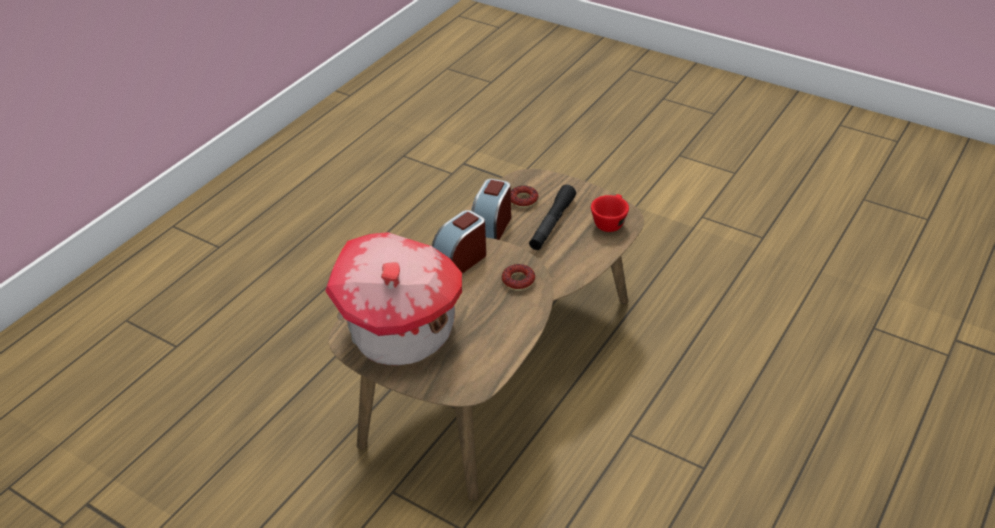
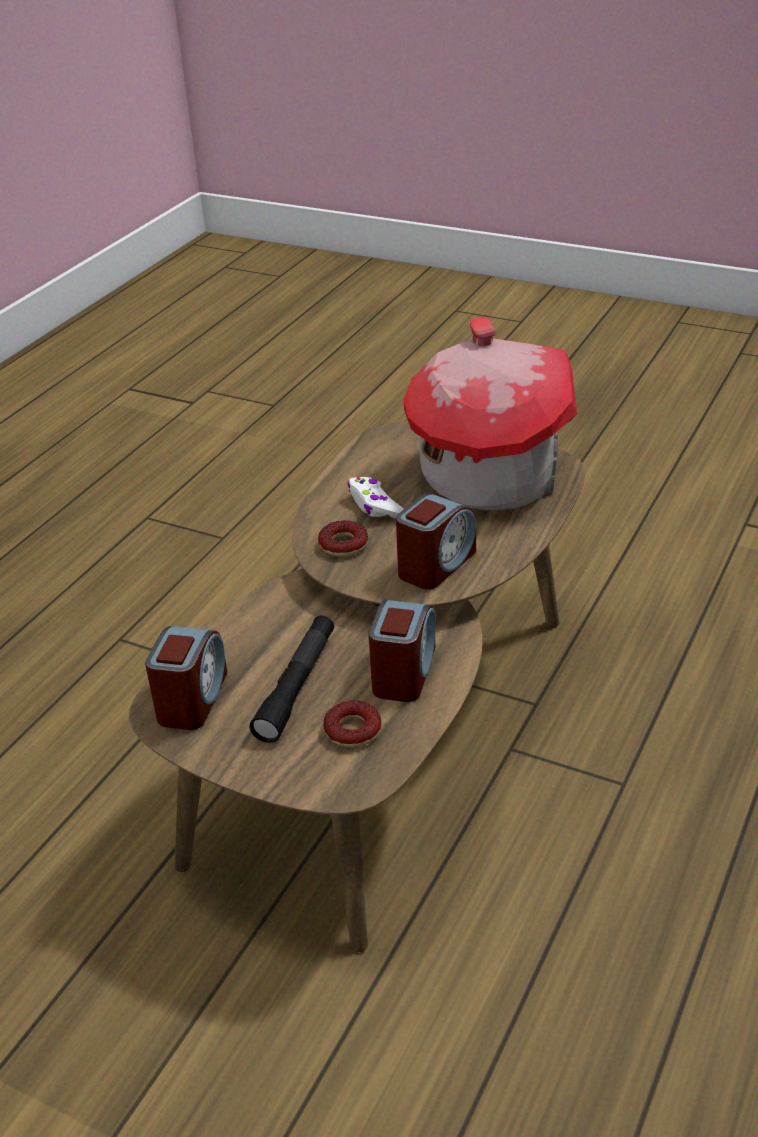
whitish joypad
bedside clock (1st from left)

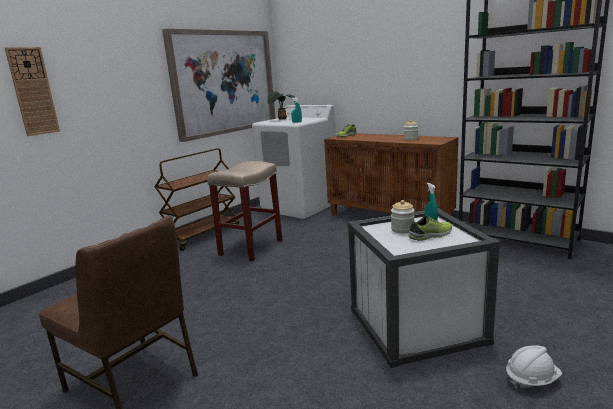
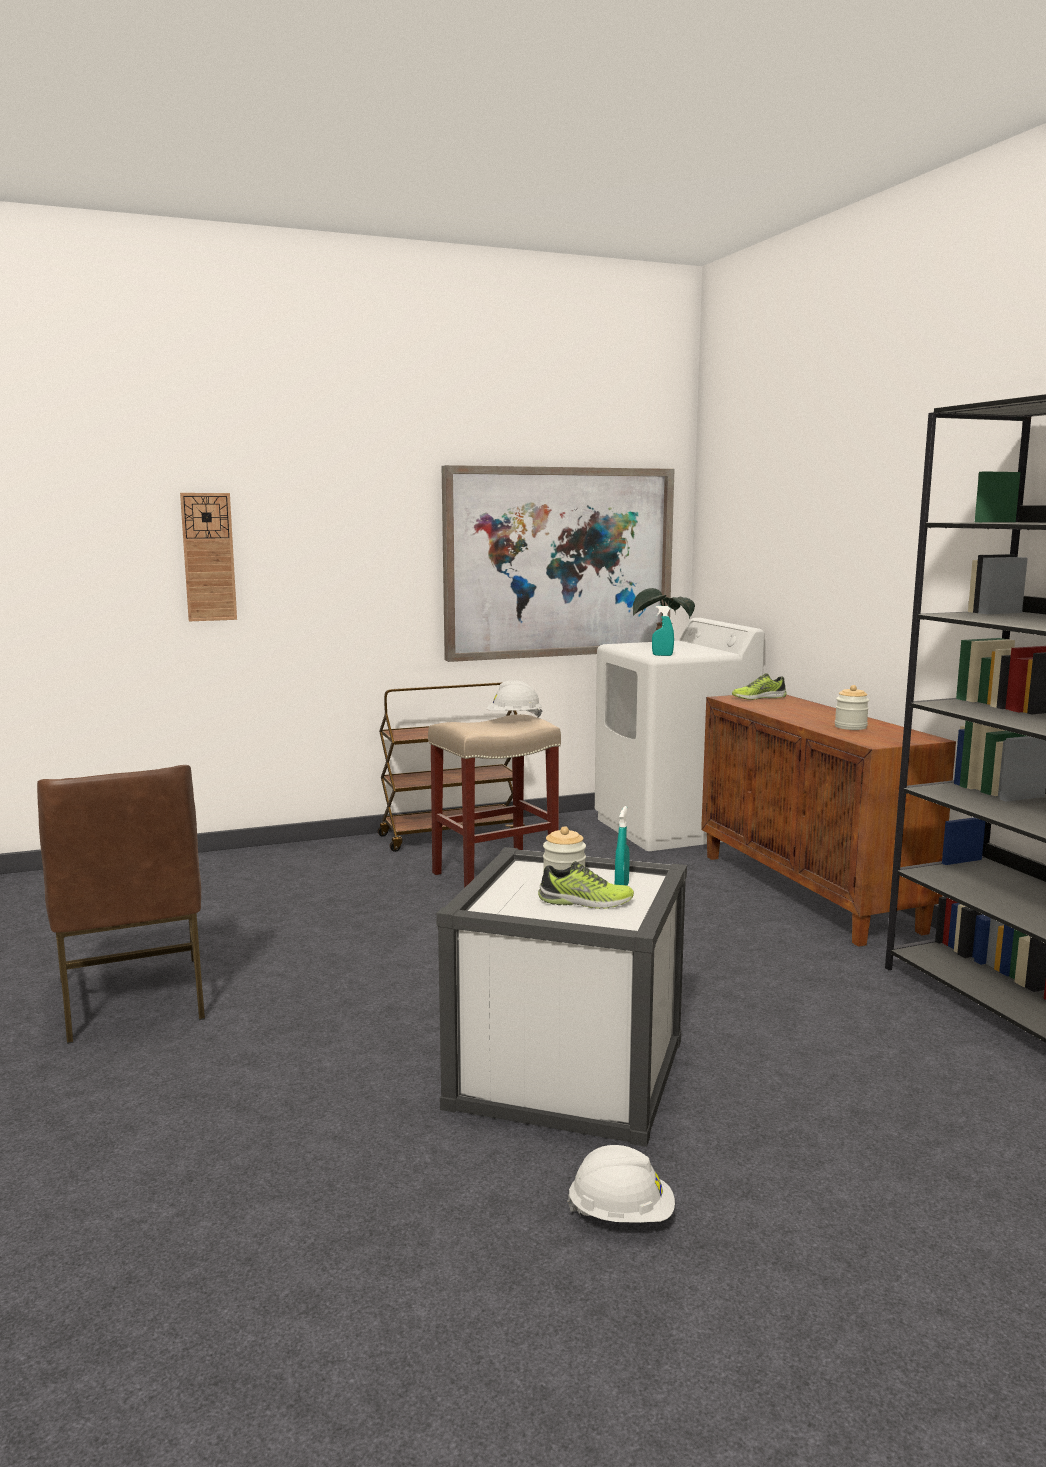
whitish safety helmet (1st from left)

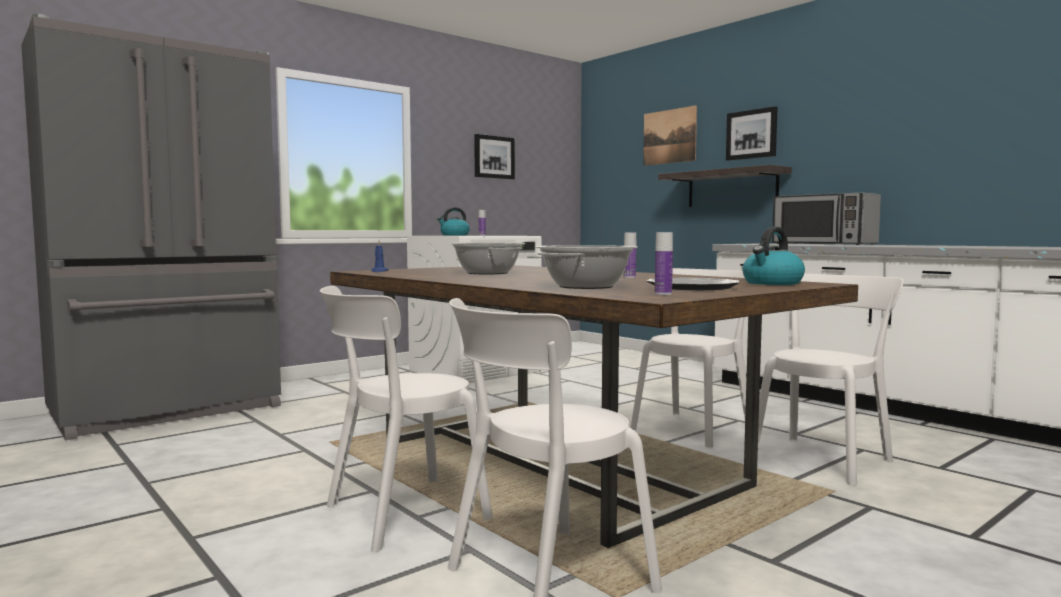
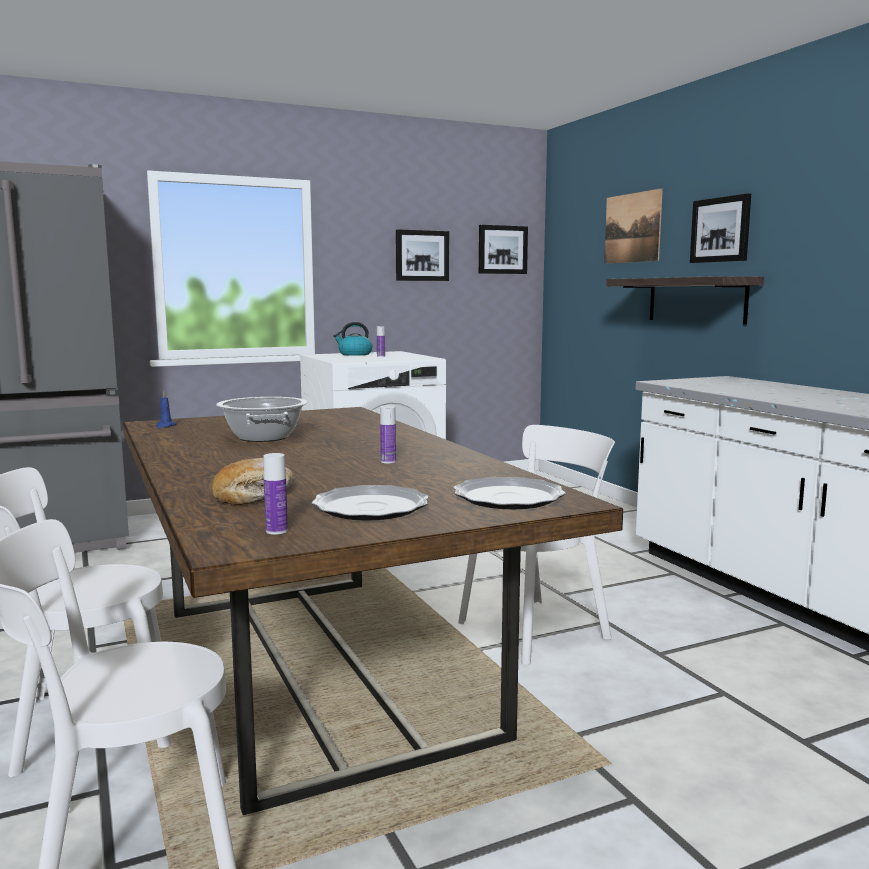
whitish chair (4th from left in the first image)
microwave
wall art (2nd from left)
bakery bread
plate (2nd from left)

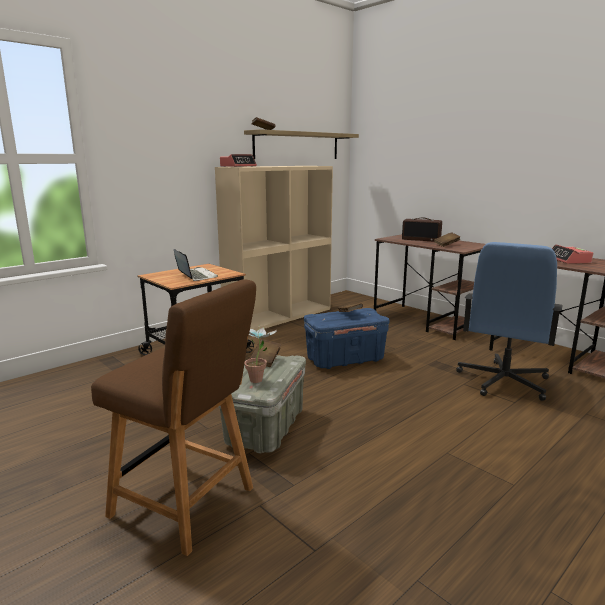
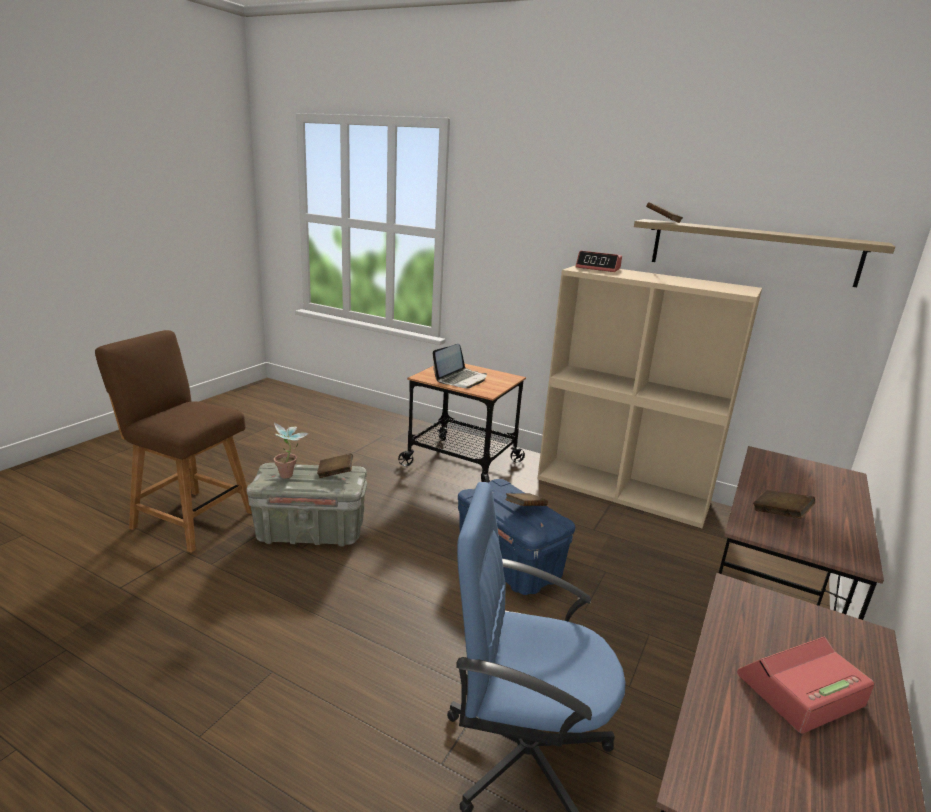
radio
brownish chair

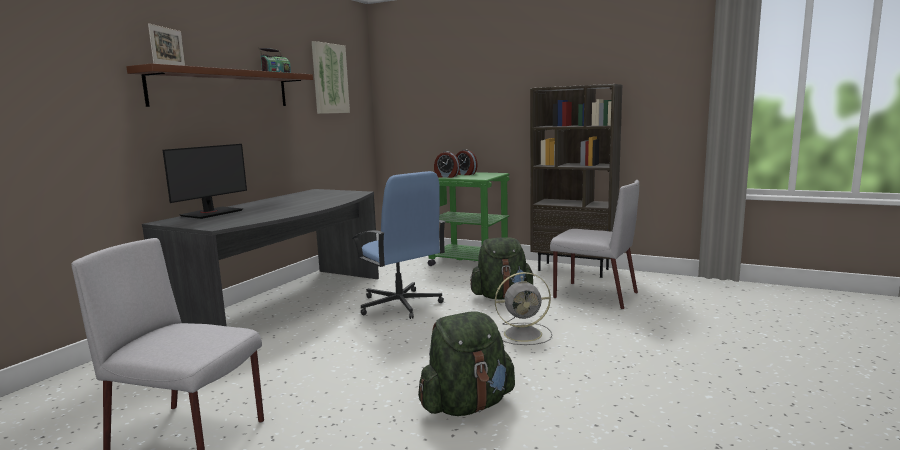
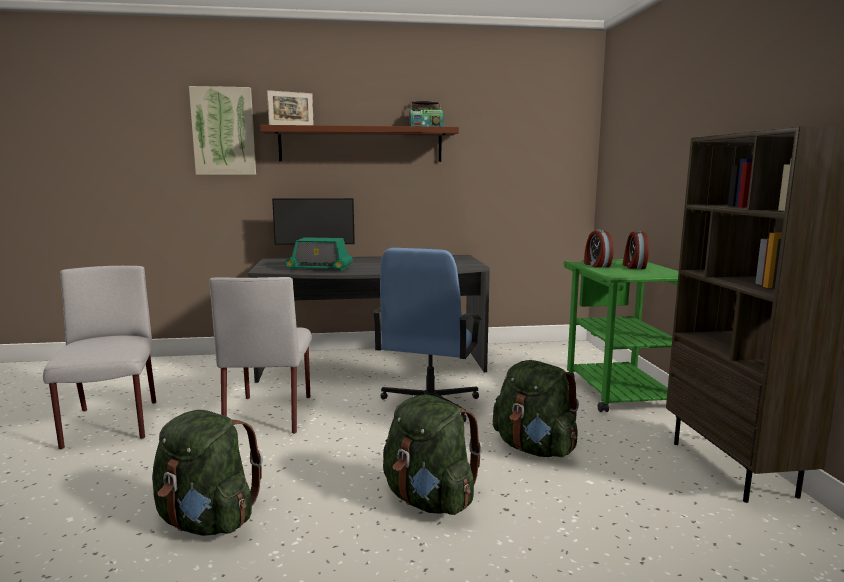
radio (1st from left)
wall art
gray chair (2nd from left)
green knapsack (2nd from left)

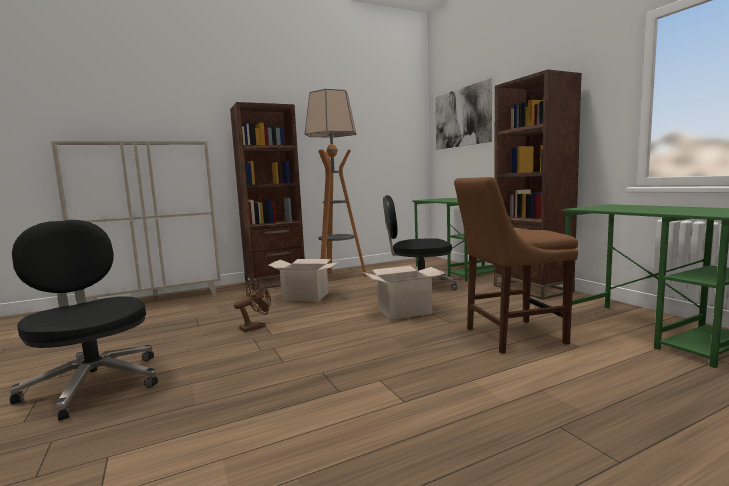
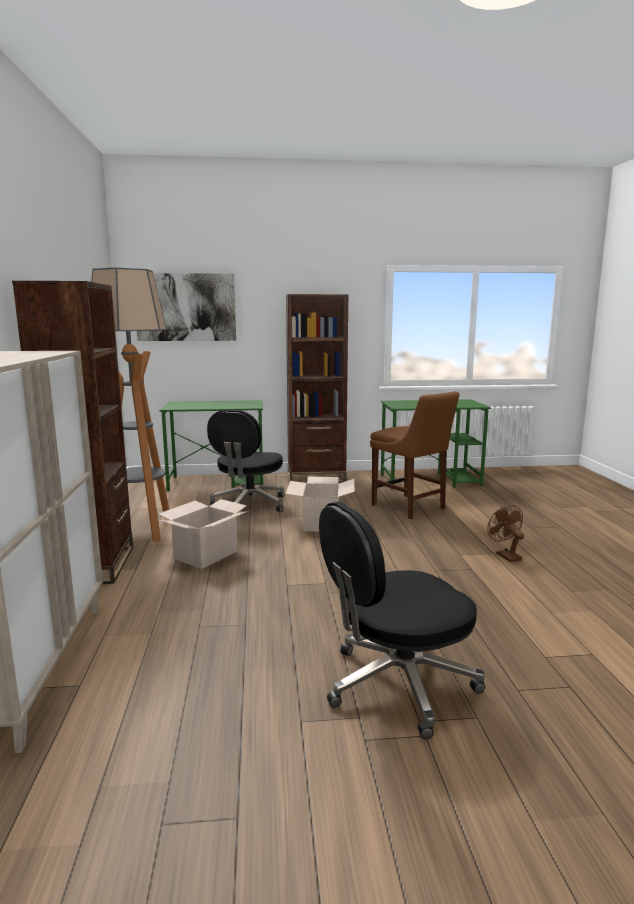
brownish fan
brownish chair

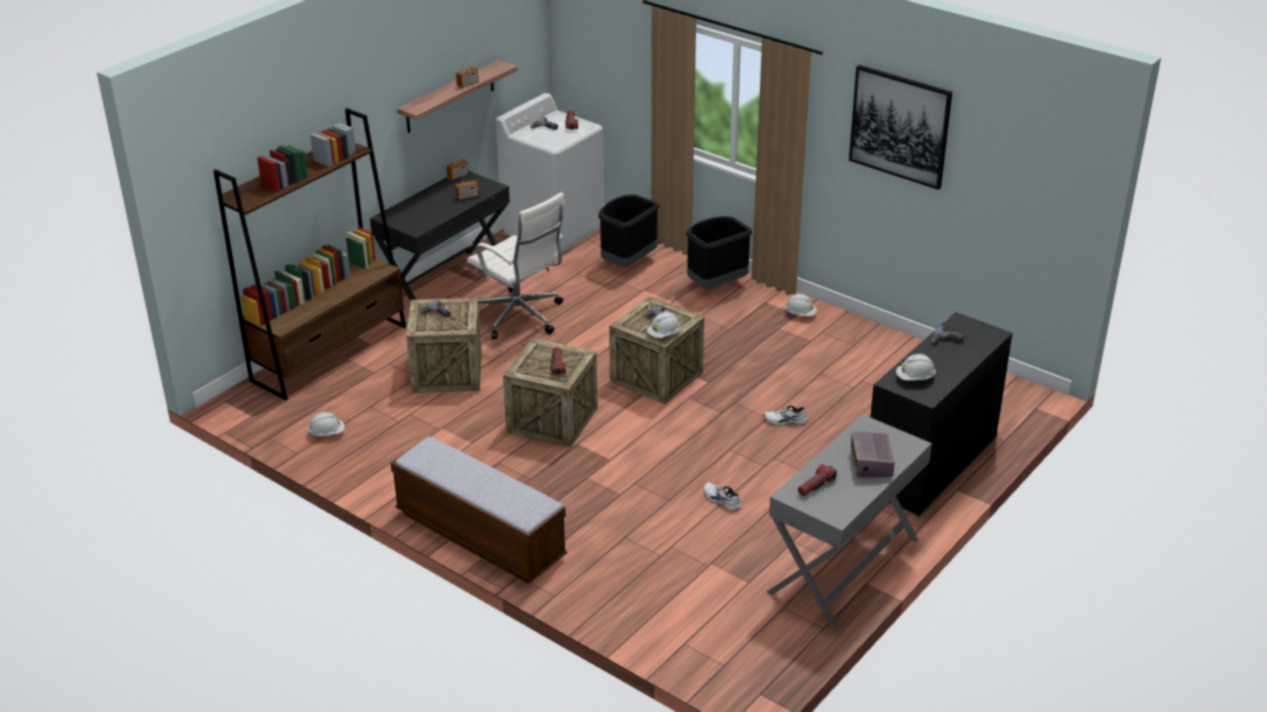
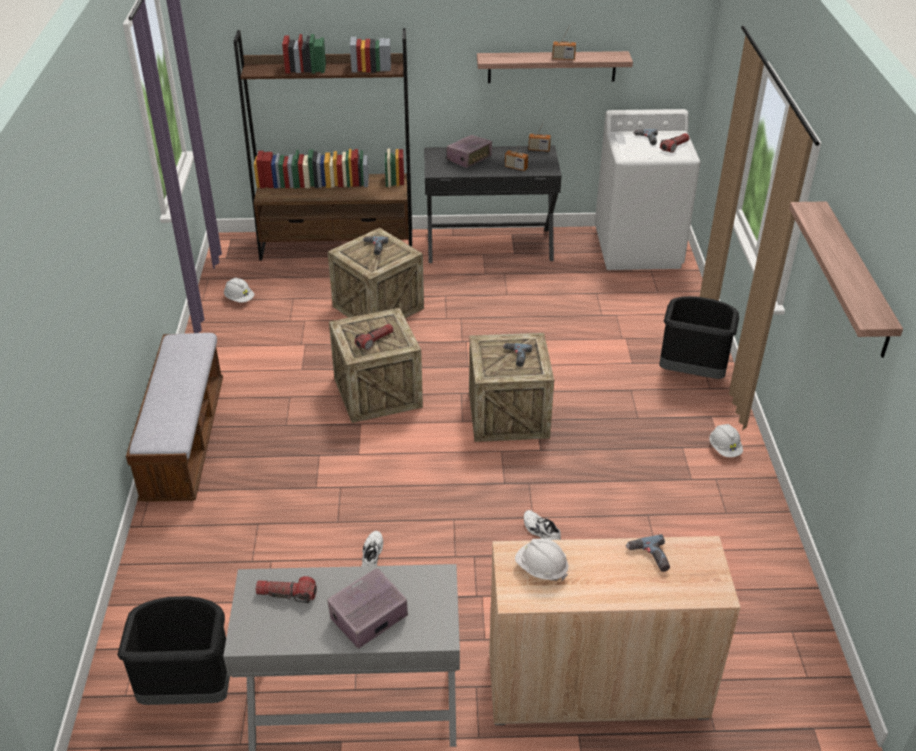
whitish computer chair
whitish safety helmet (2nd from left in the first image)
radio (2nd from left)
blackish waste bin (1st from left)
bracket shelf (2nd from left)
sand-coloured storage cabinet

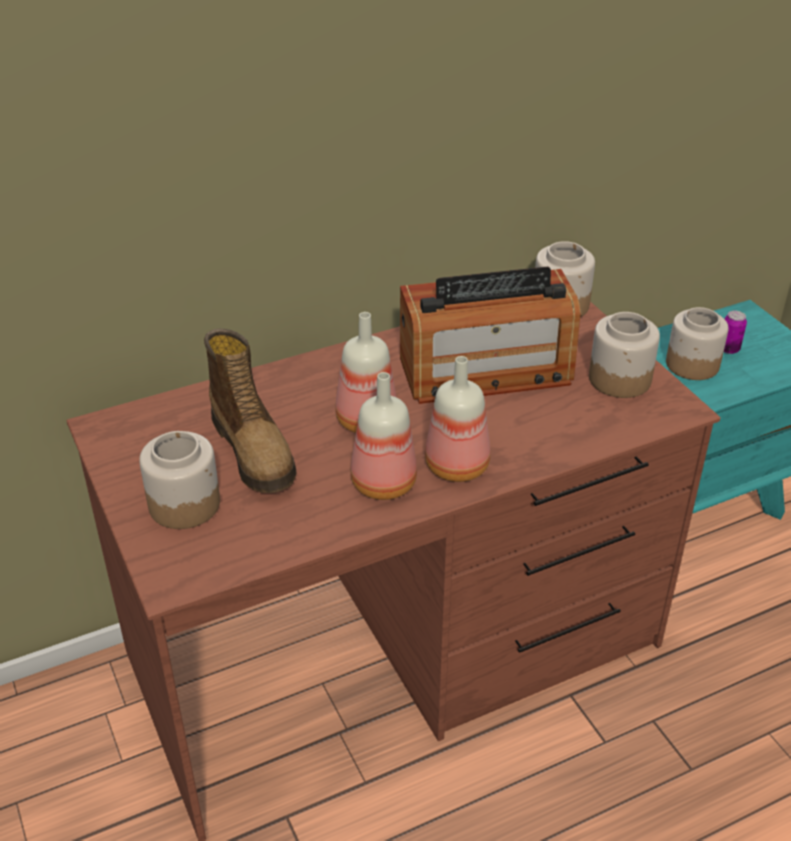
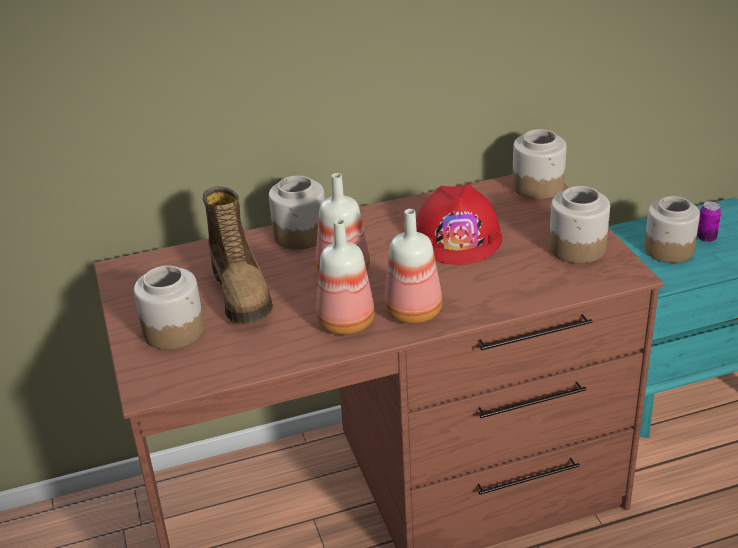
preserve jar (2nd from left)
red-coloured safety helmet

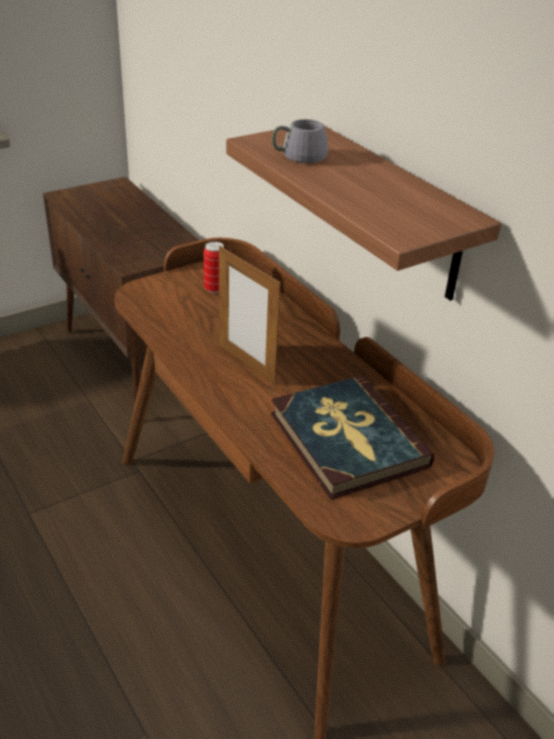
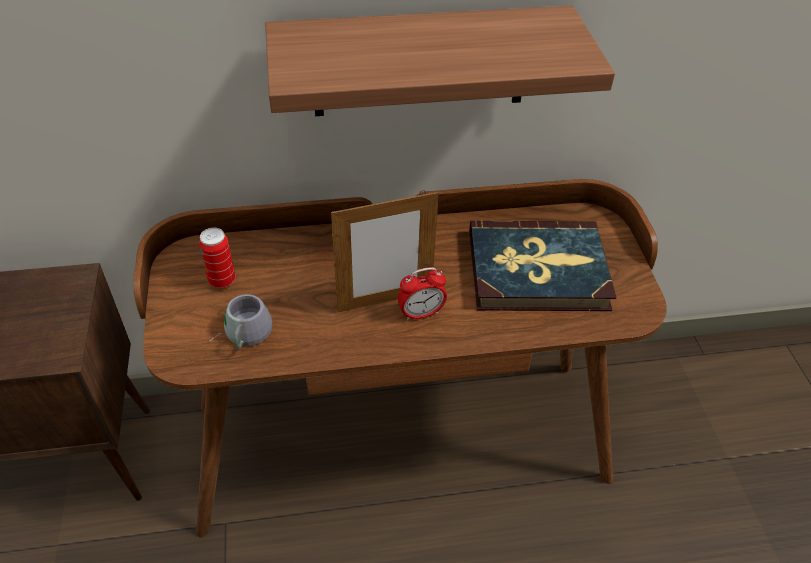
bedside clock
gray coffee mug

